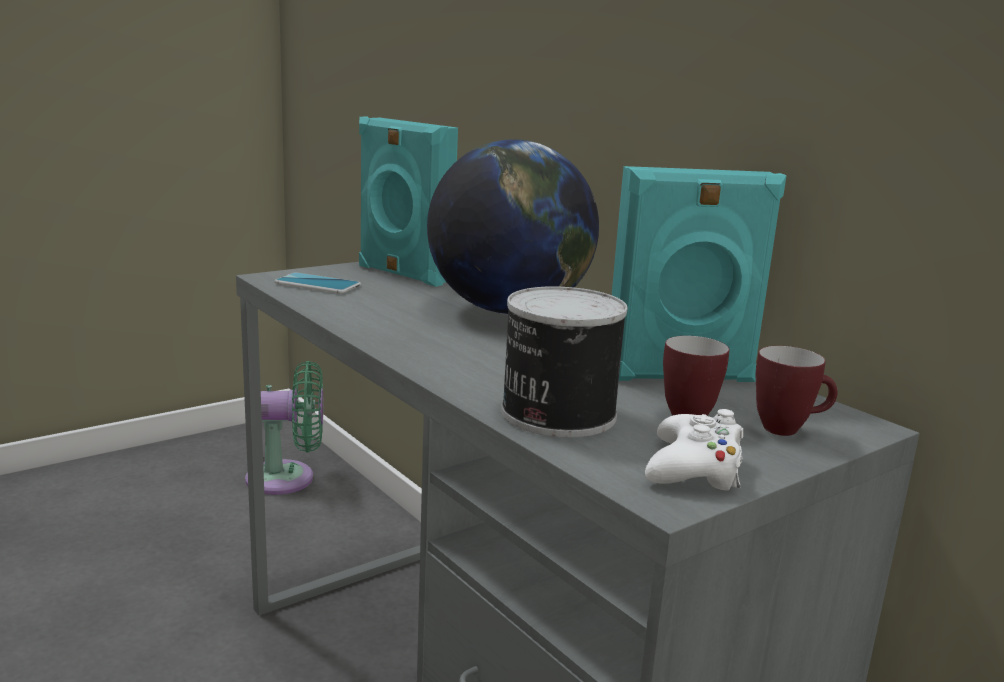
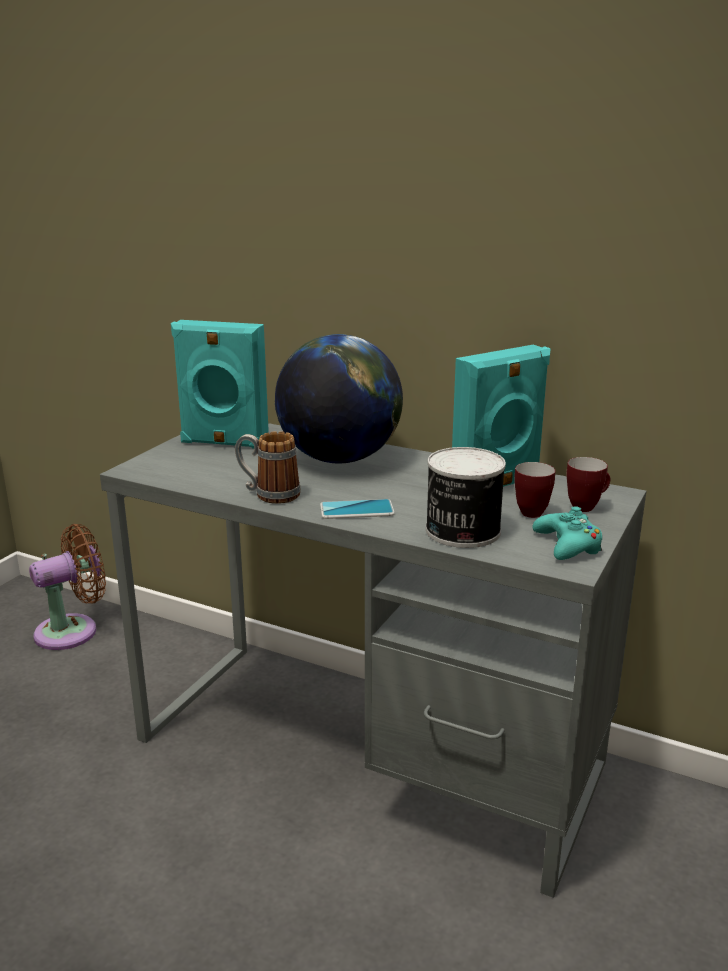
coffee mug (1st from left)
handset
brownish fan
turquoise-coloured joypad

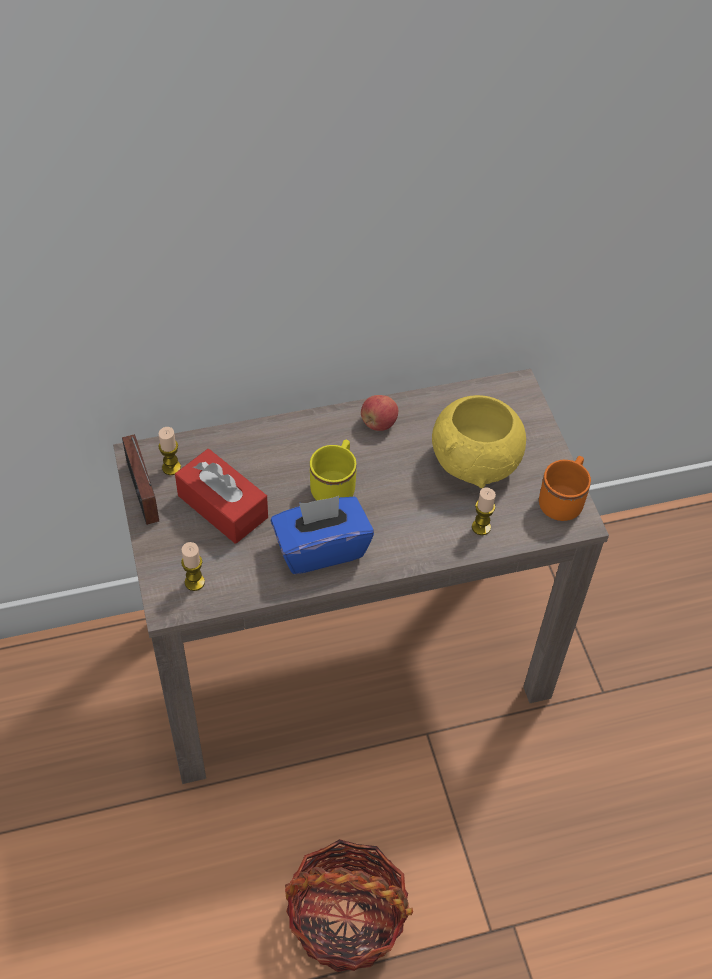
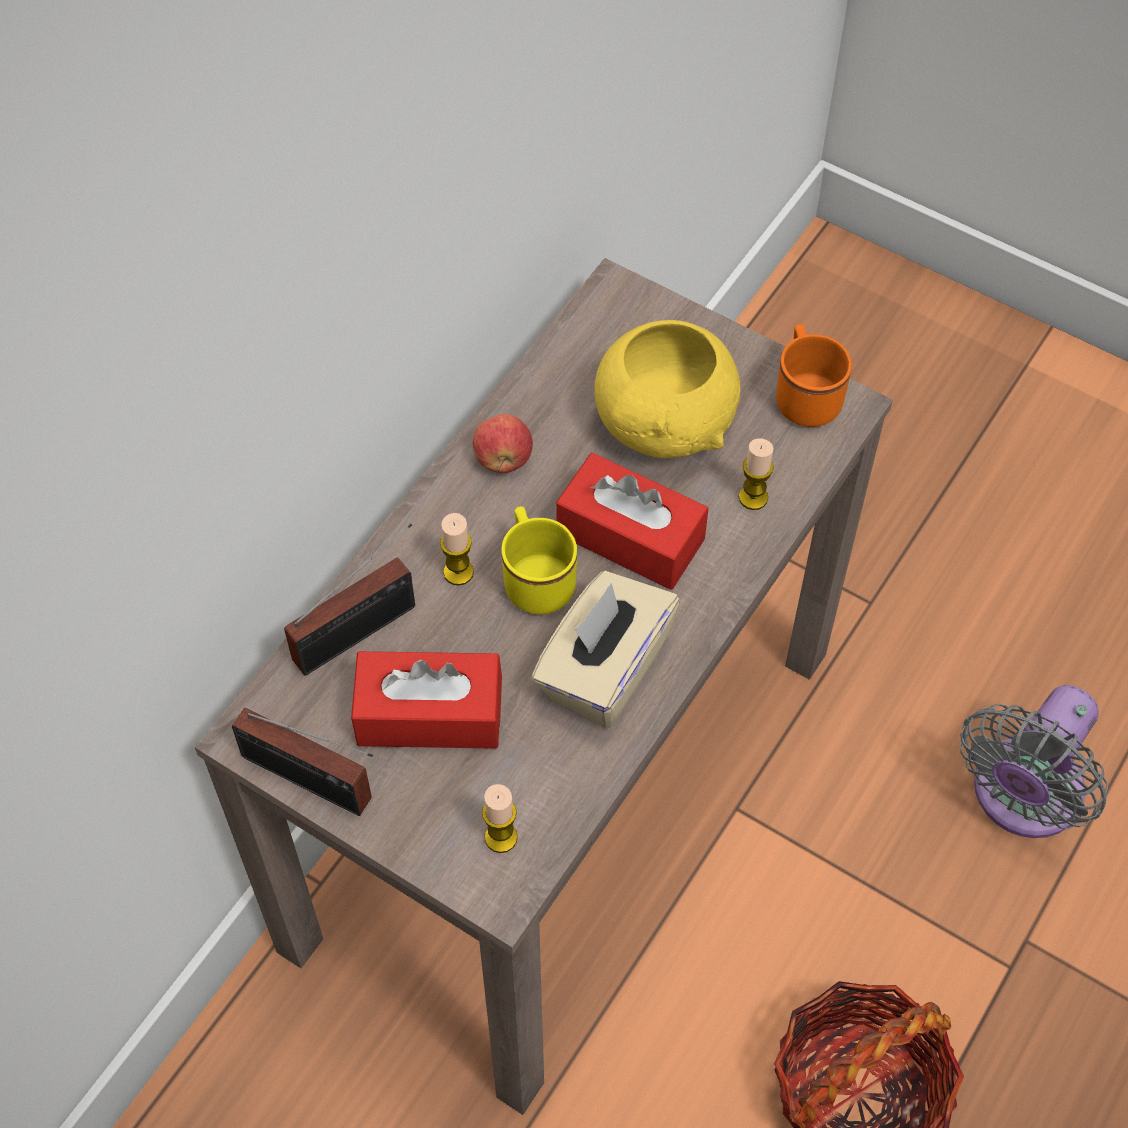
radio (2nd from left)
red-coloured tissue box (2nd from left)
gray fan
wax candle (1st from left)
sand-coloured tissue box

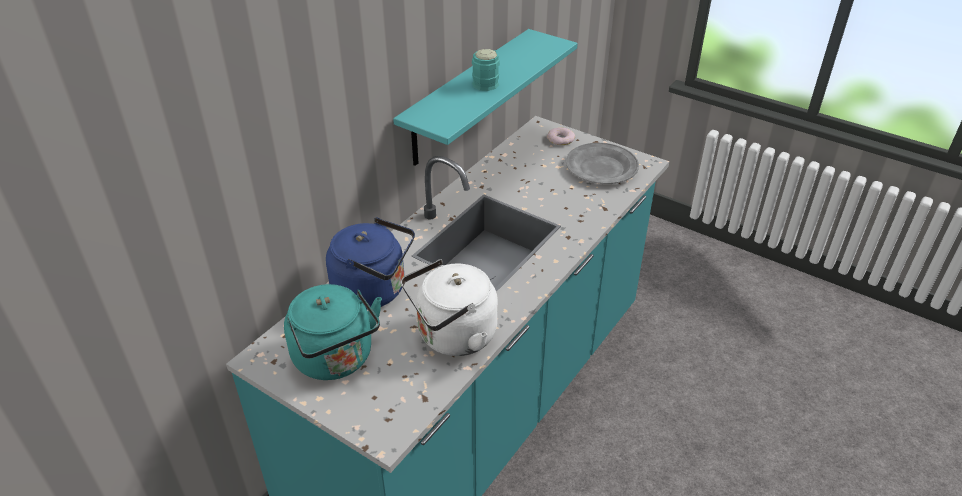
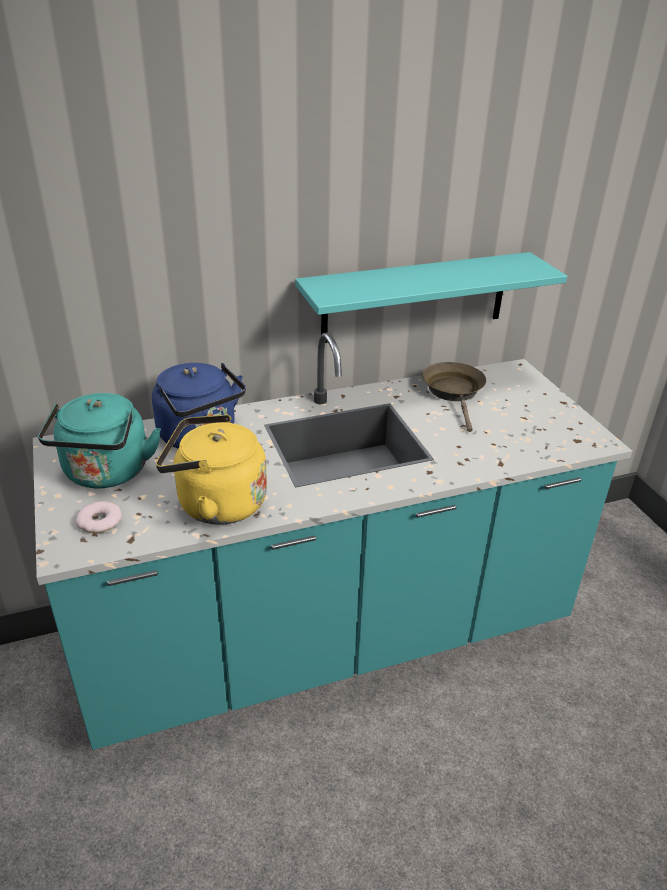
turquoise-coloured coffee mug
gray plate
brownish frying pan
doughnut
yellow-coloured kettle

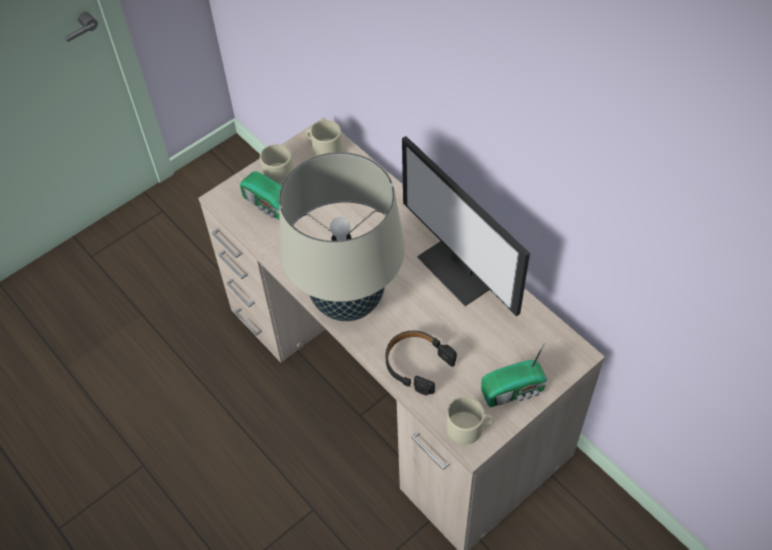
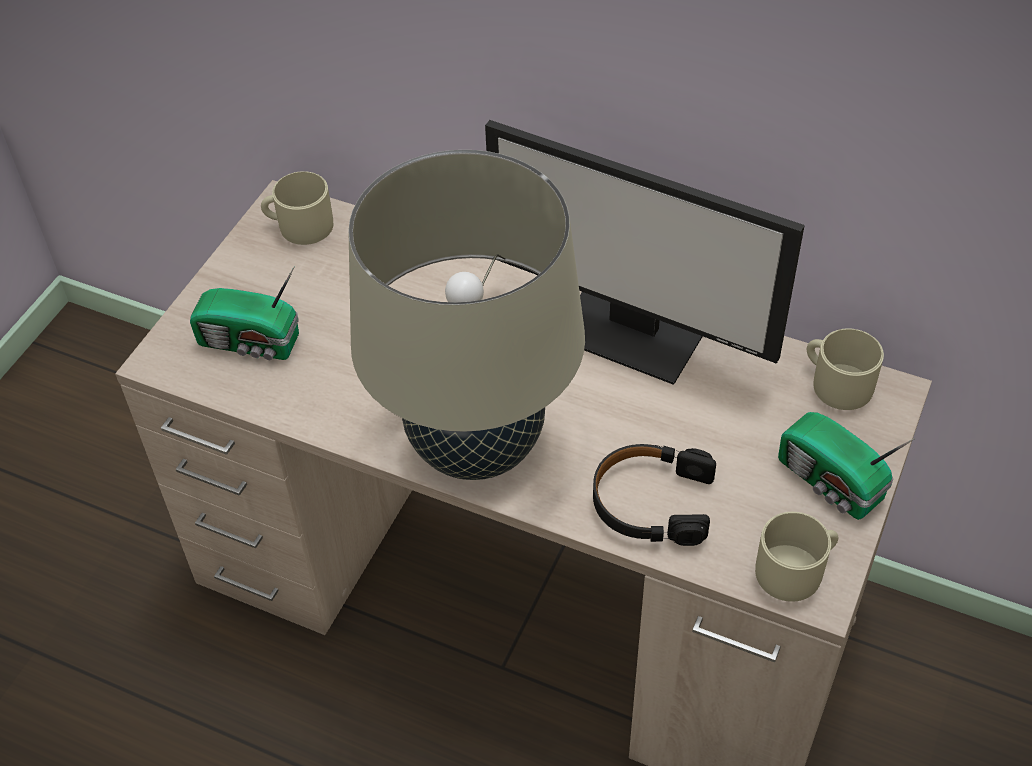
sand-coloured coffee mug (3rd from left)
radio (2nd from left)

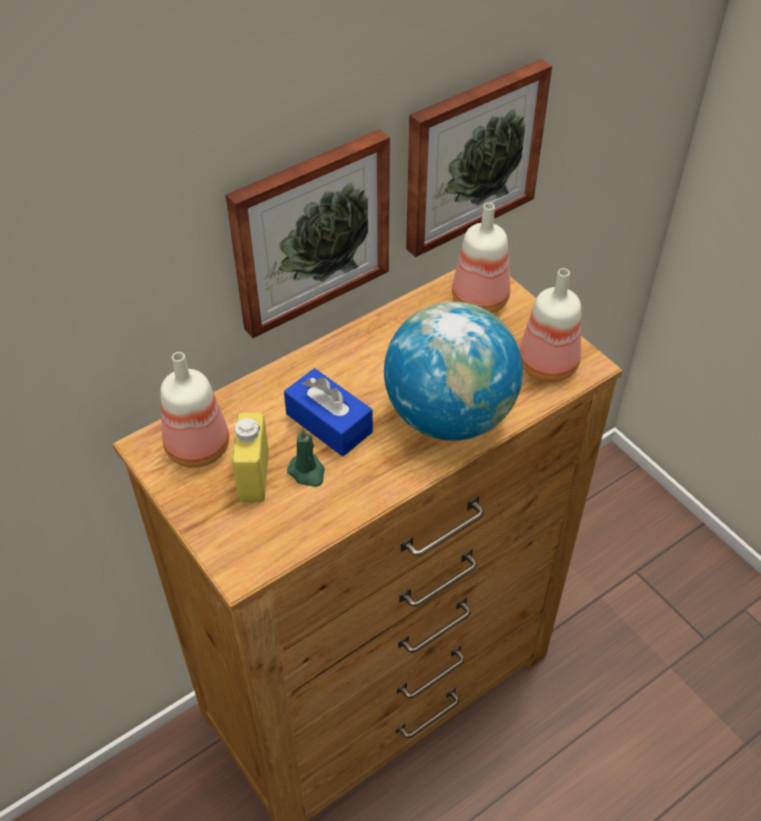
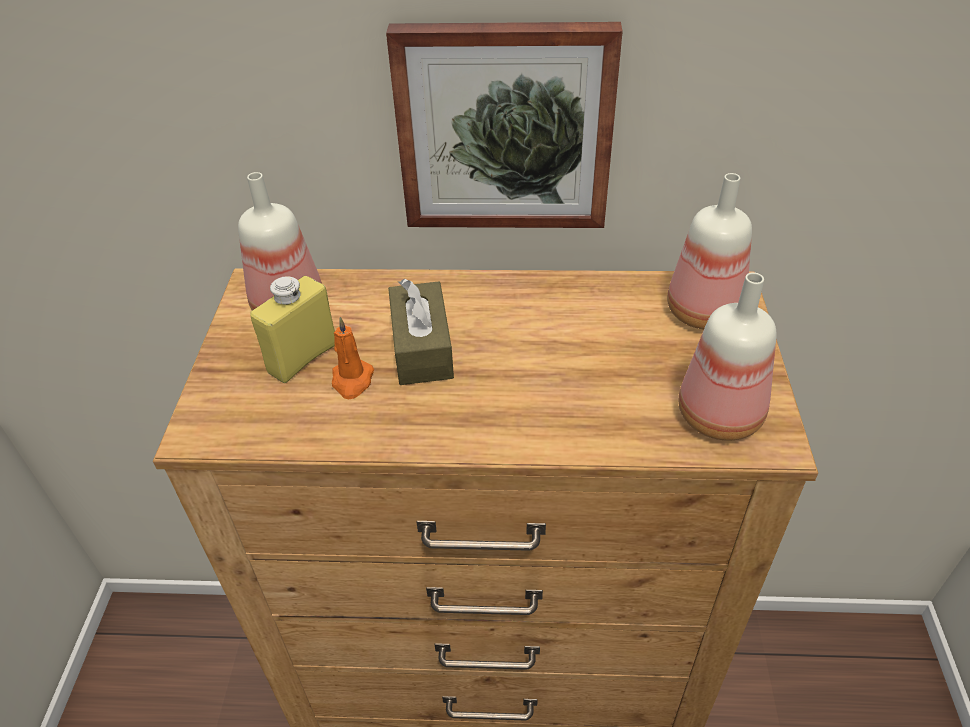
world globe
wall art (2nd from left in the first image)
brownish tissue box
orangey wax candle

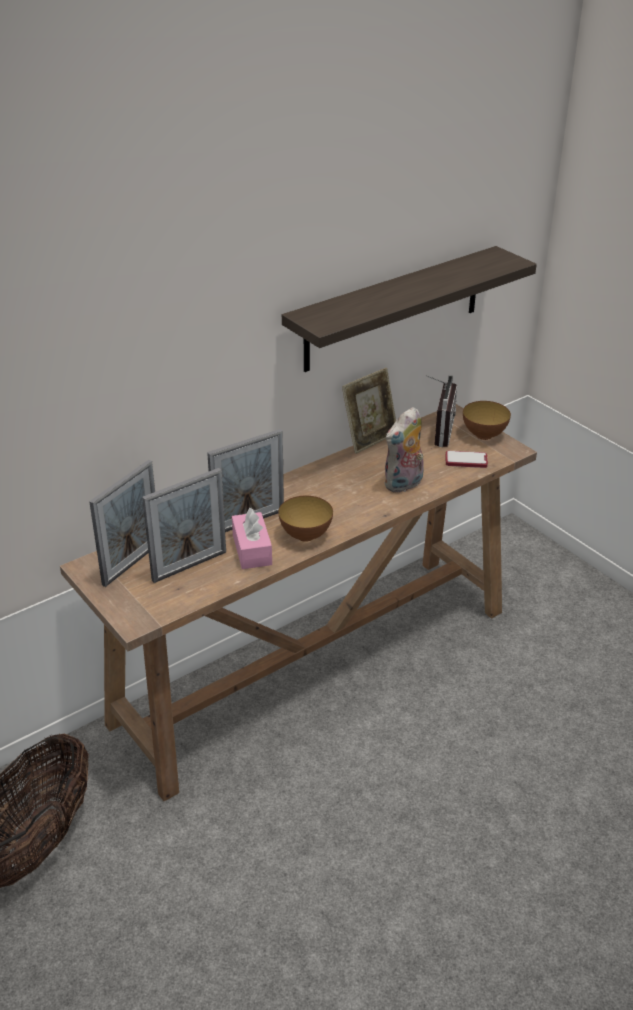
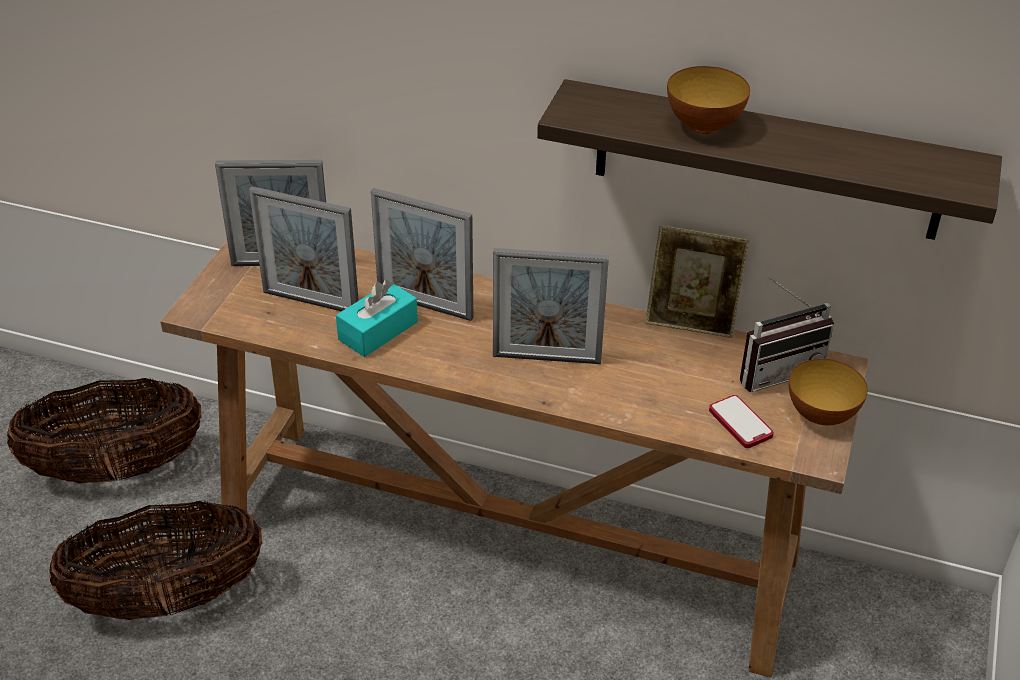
plush toy
storage basket (2nd from left)
photo frame (4th from left)
deep dish (1st from left)
turquoise-coloured tissue box

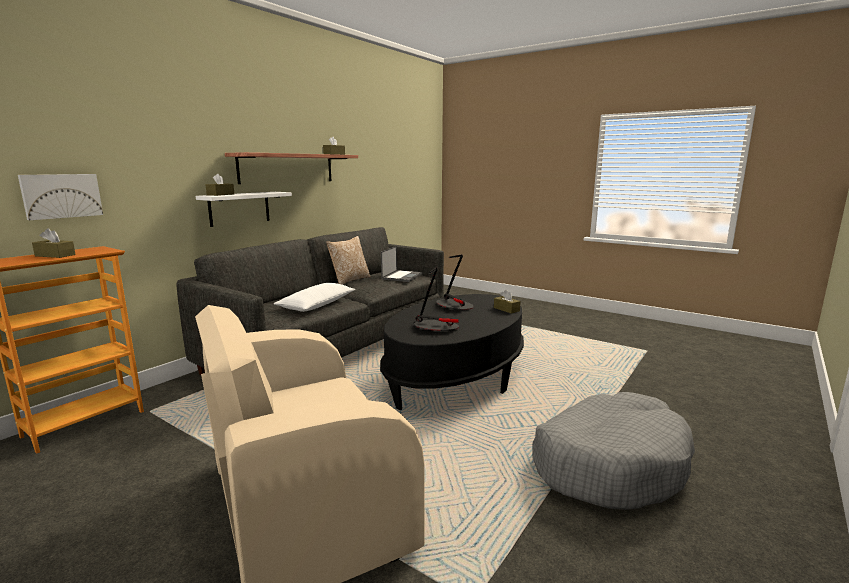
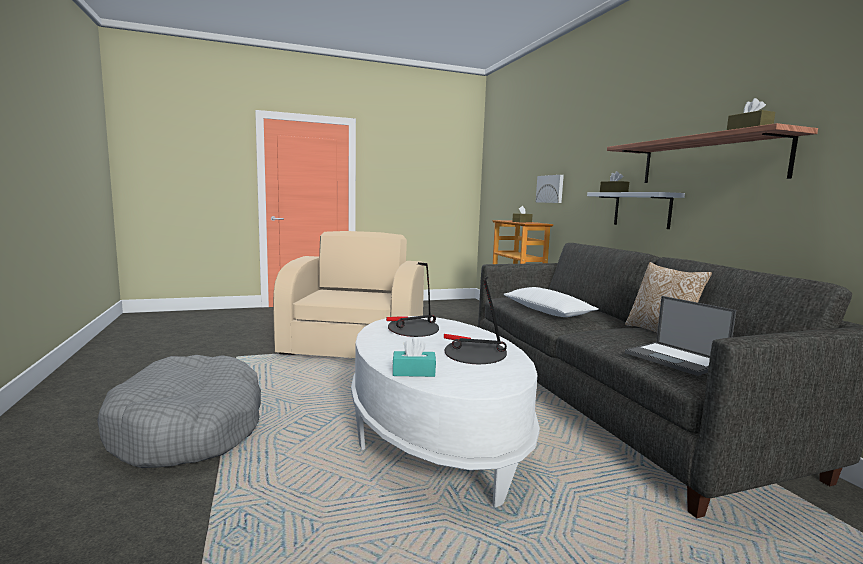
whitish lounge table
turquoise-coloured tissue box

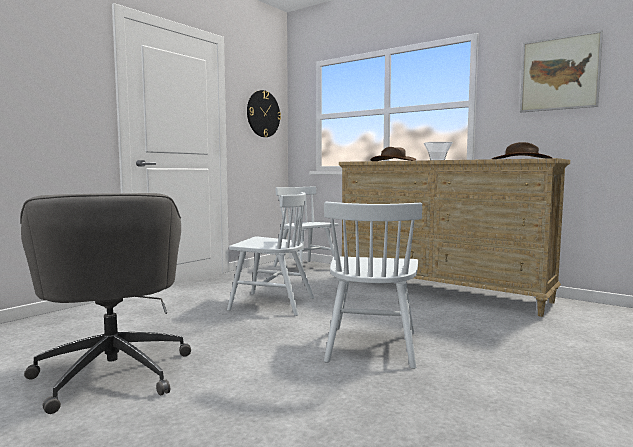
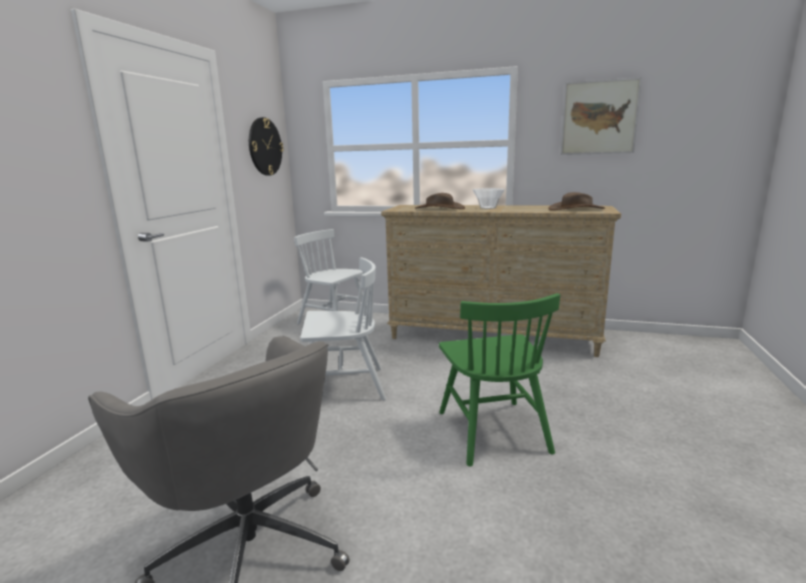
green chair

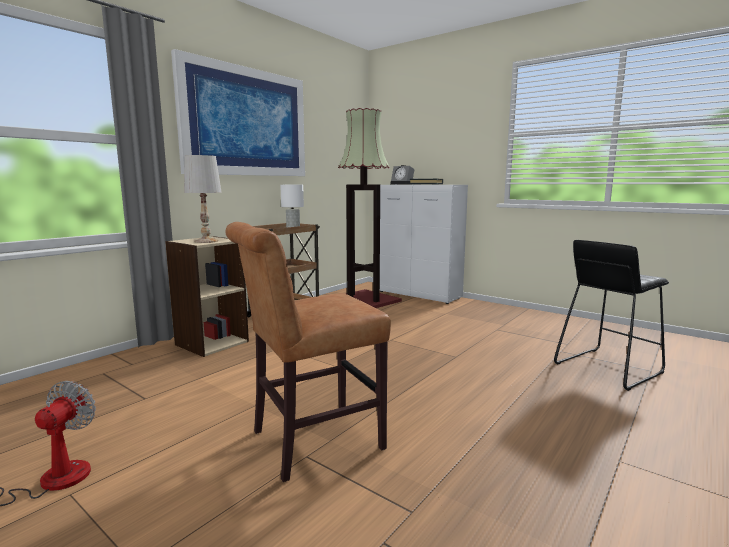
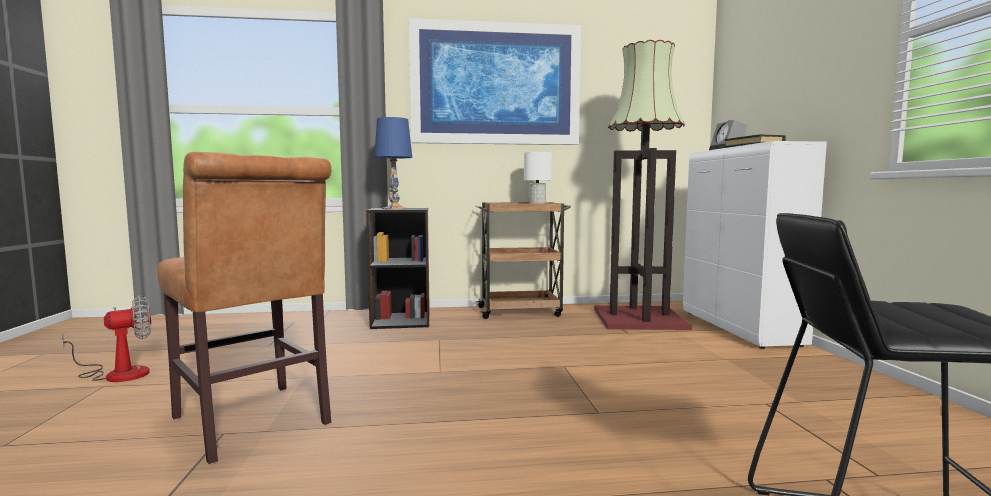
blackish shelving unit
blue-coloured lamp for a table
brownish chair

